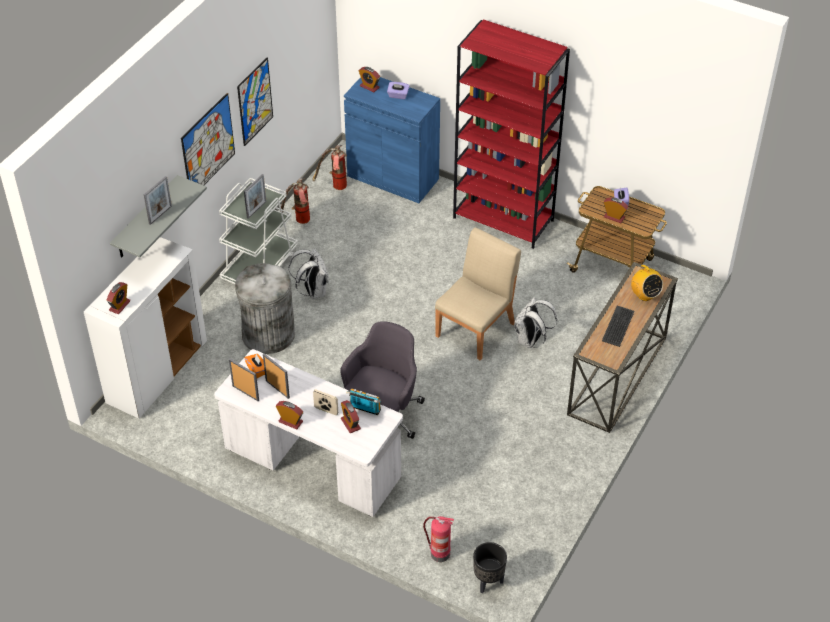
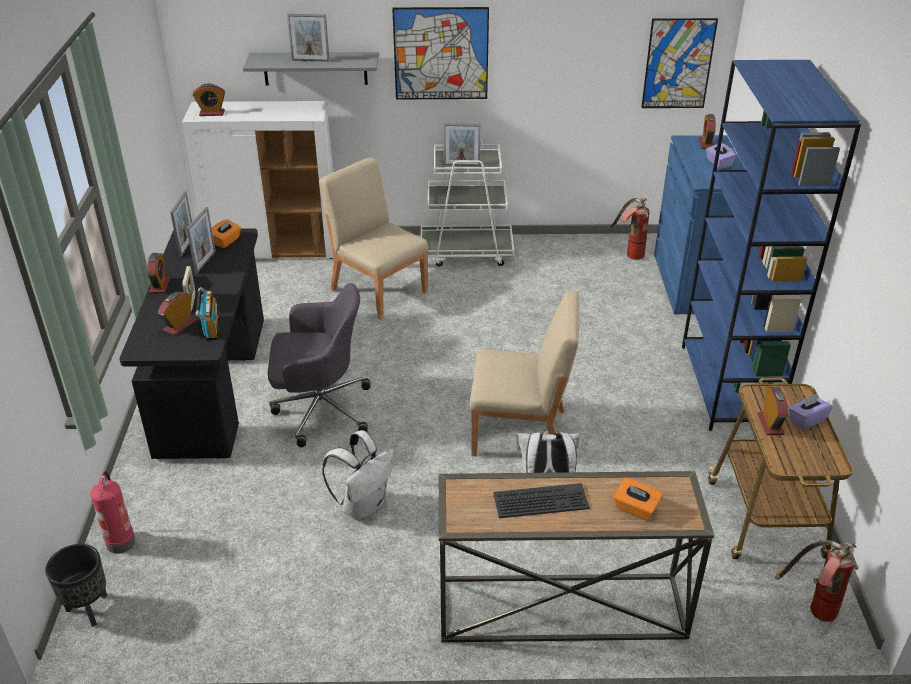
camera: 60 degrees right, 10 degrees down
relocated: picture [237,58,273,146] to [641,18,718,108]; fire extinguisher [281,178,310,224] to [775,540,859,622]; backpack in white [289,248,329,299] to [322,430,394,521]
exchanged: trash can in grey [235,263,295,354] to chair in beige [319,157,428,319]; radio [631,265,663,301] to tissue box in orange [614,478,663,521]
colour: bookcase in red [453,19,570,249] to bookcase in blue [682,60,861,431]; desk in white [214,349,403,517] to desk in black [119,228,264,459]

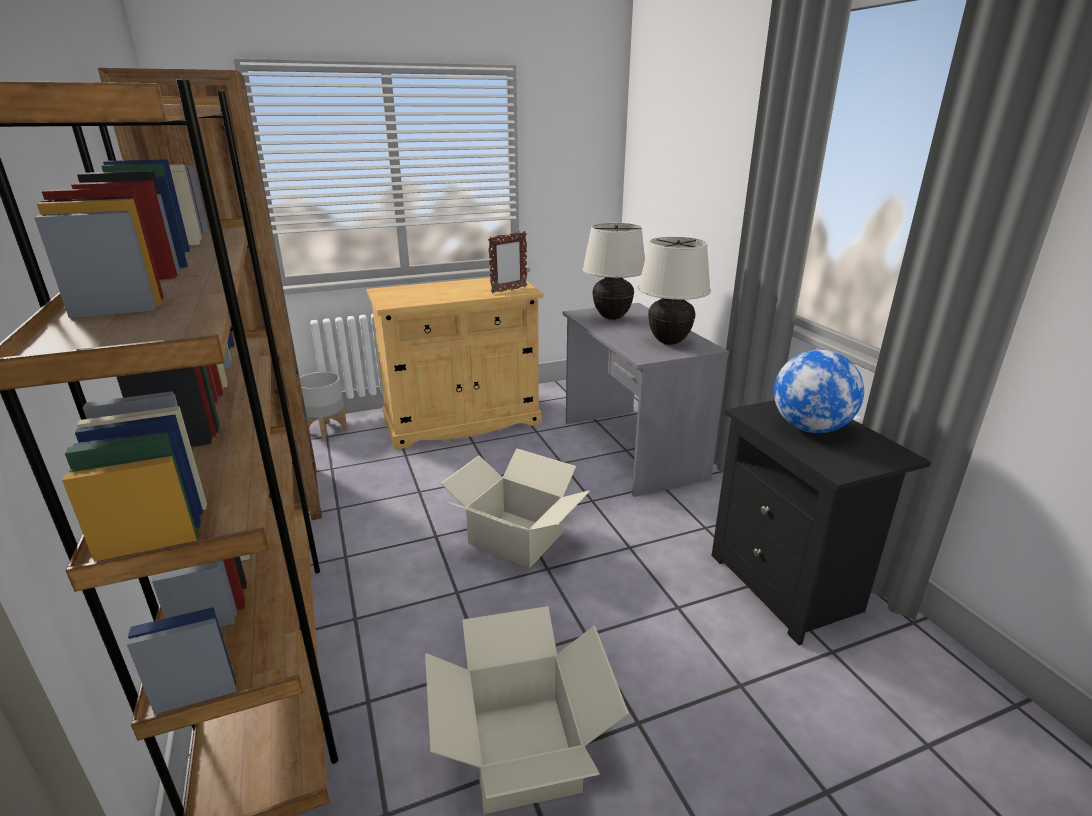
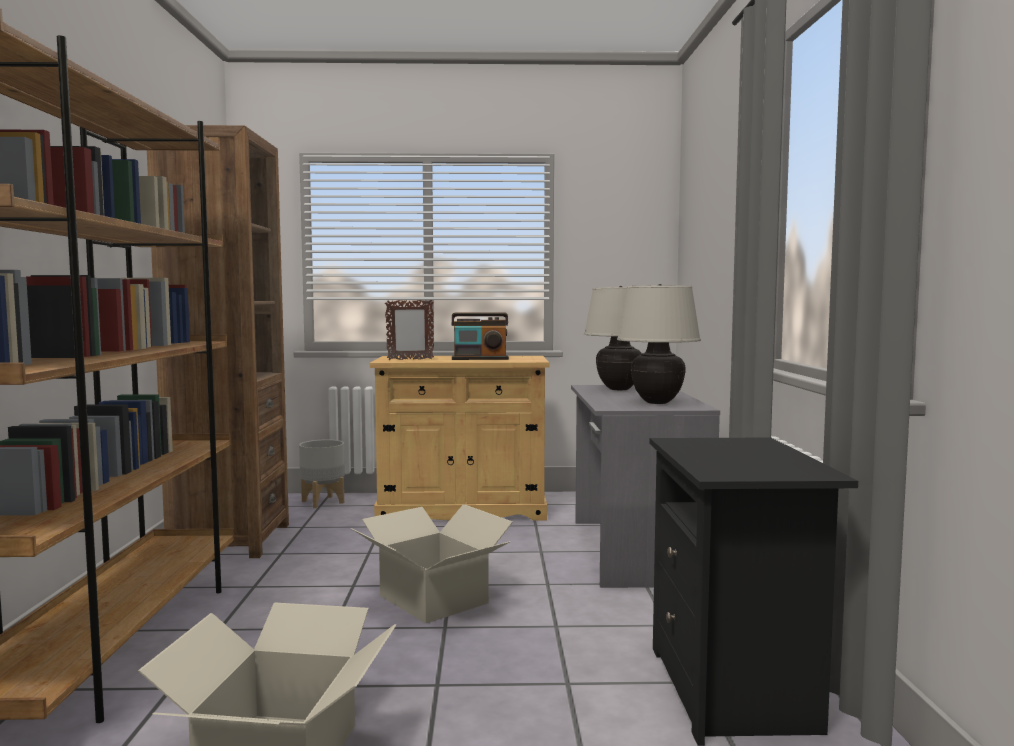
camera: 20 degrees right, 20 degrees down
missing: globe [774,350,864,433]
appeared: radio [452,312,509,360]
relocated: picture frame [488,231,527,294] to [385,300,434,360]

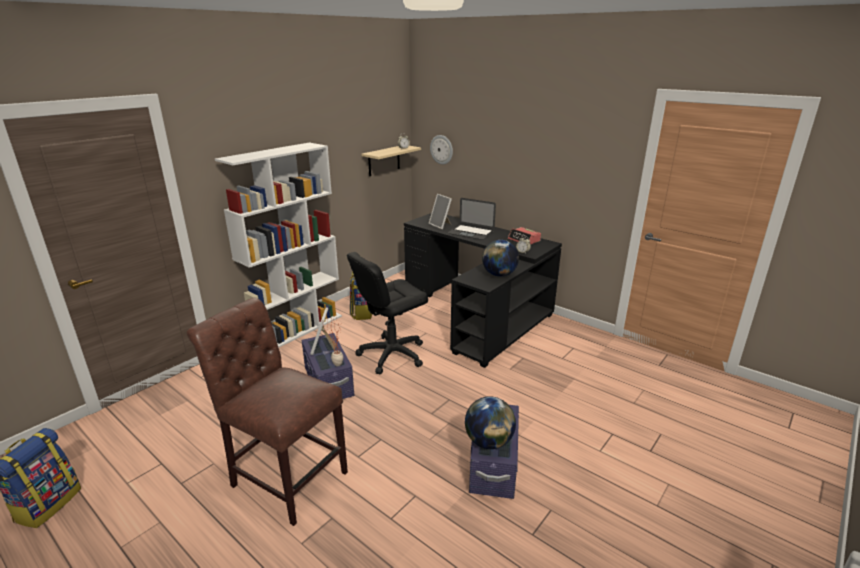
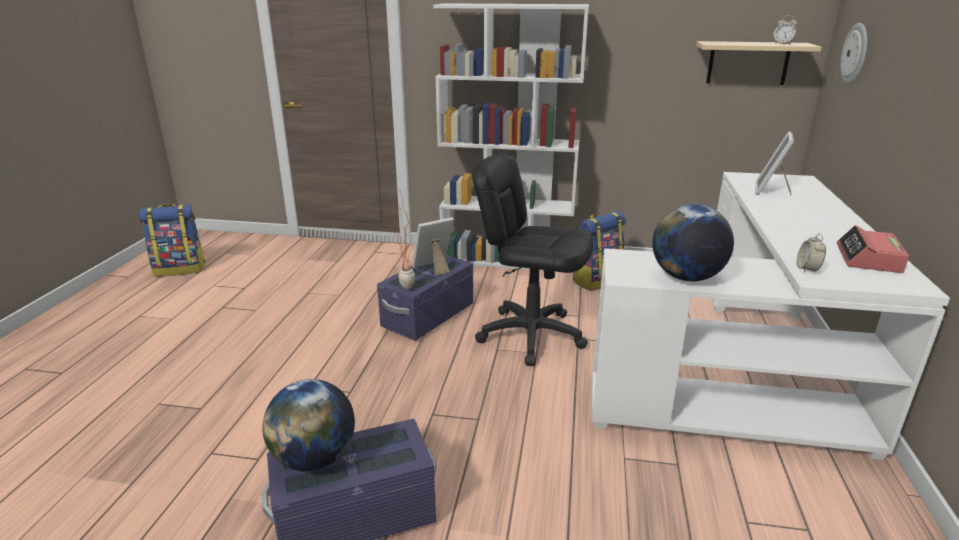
camera: 60 degrees right, 0 degrees up
missing: laptop [448,198,496,240]; chair in brown [187,298,348,526]
colour: desk in black [404,213,562,368] to desk in white [592,172,950,460]

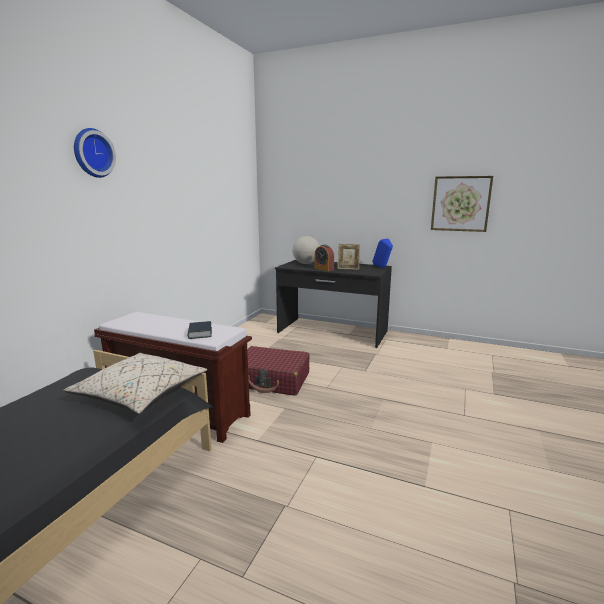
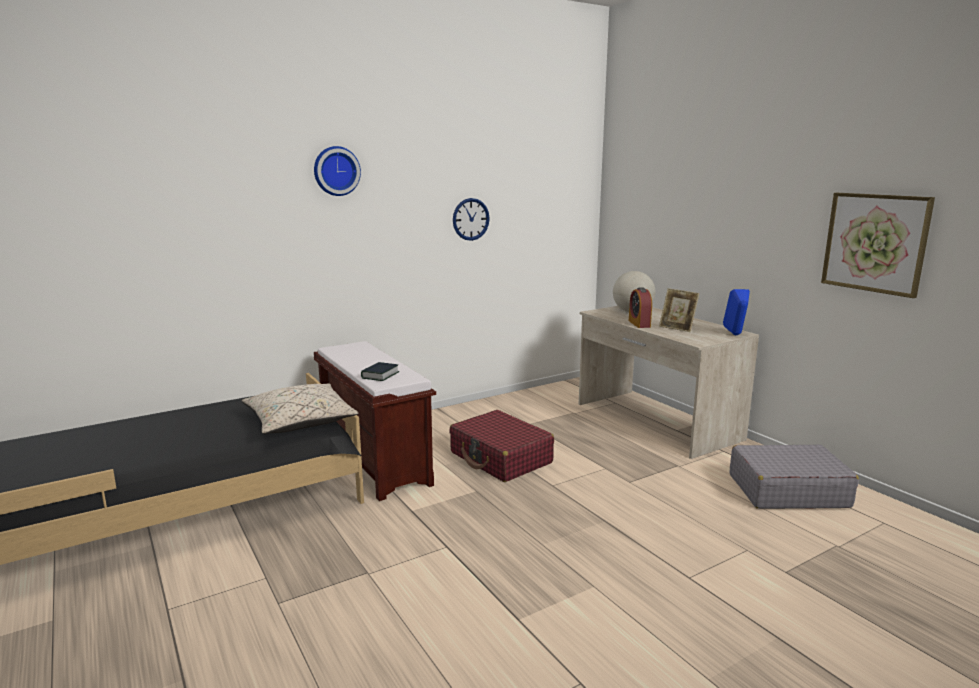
camera: 35 degrees right, 0 degrees up
appeared: wall clock [453,198,490,241]; suitcase in grey [730,444,859,509]
colour: desk in black [275,260,392,348] to desk in beige [579,306,759,459]

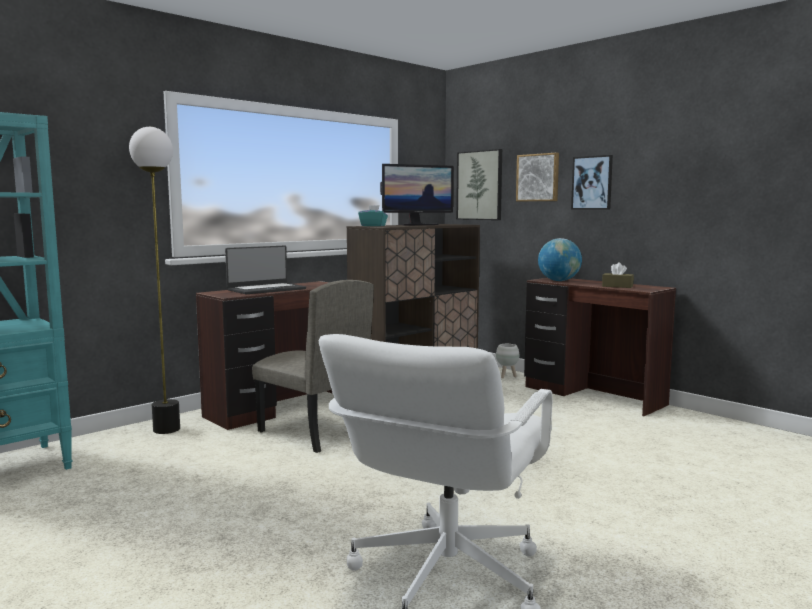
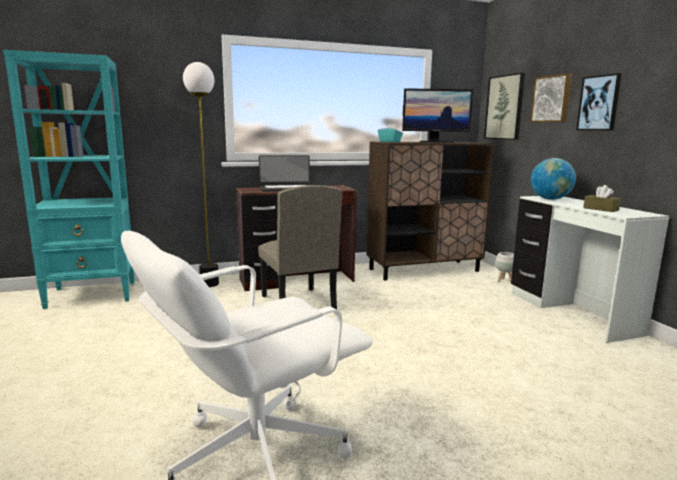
camera: 25 degrees right, 5 degrees up
colour: desk in brown [524,278,676,417] to desk in white [511,196,670,343]

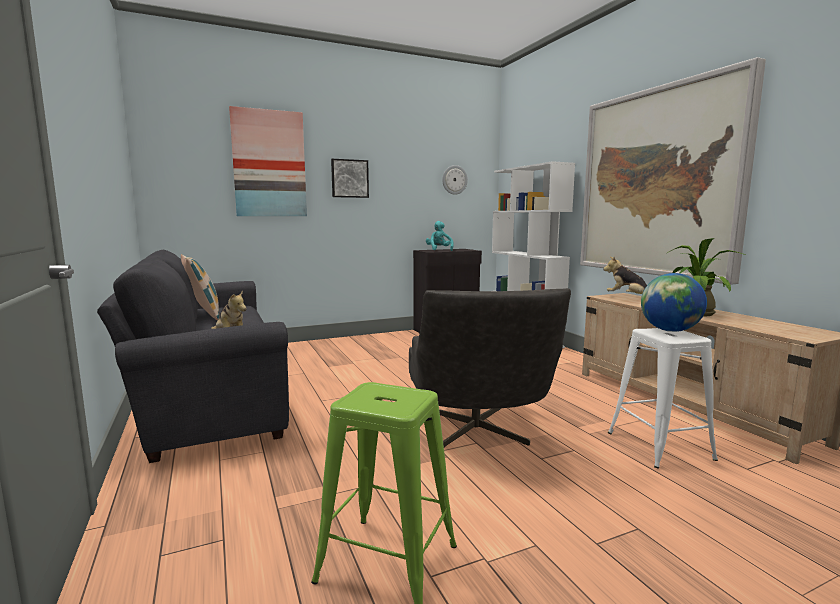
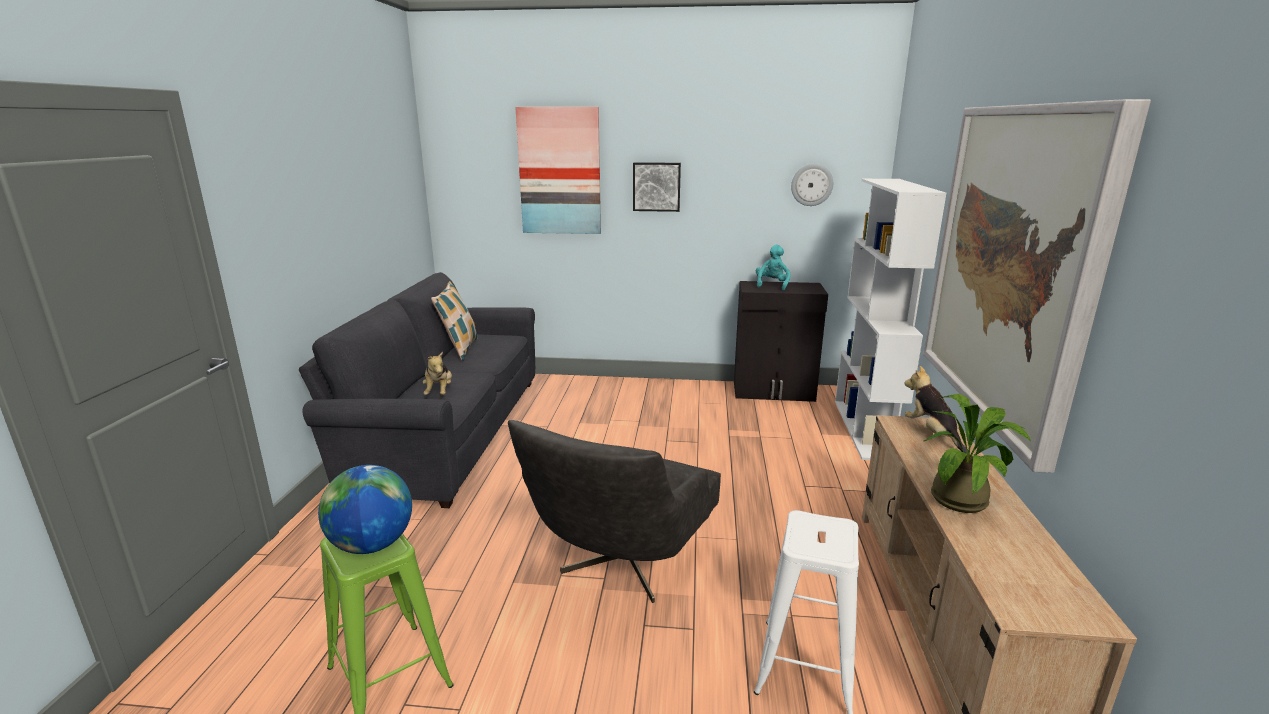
camera: 30 degrees right, 10 degrees up
relocated: globe [641,273,707,332] to [318,465,412,554]

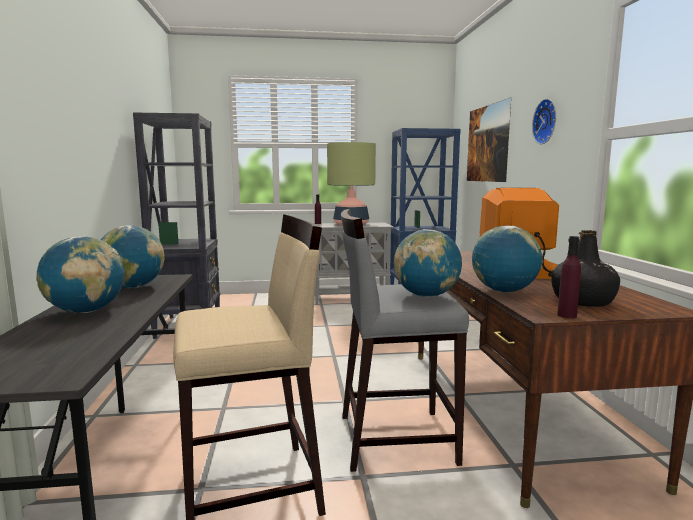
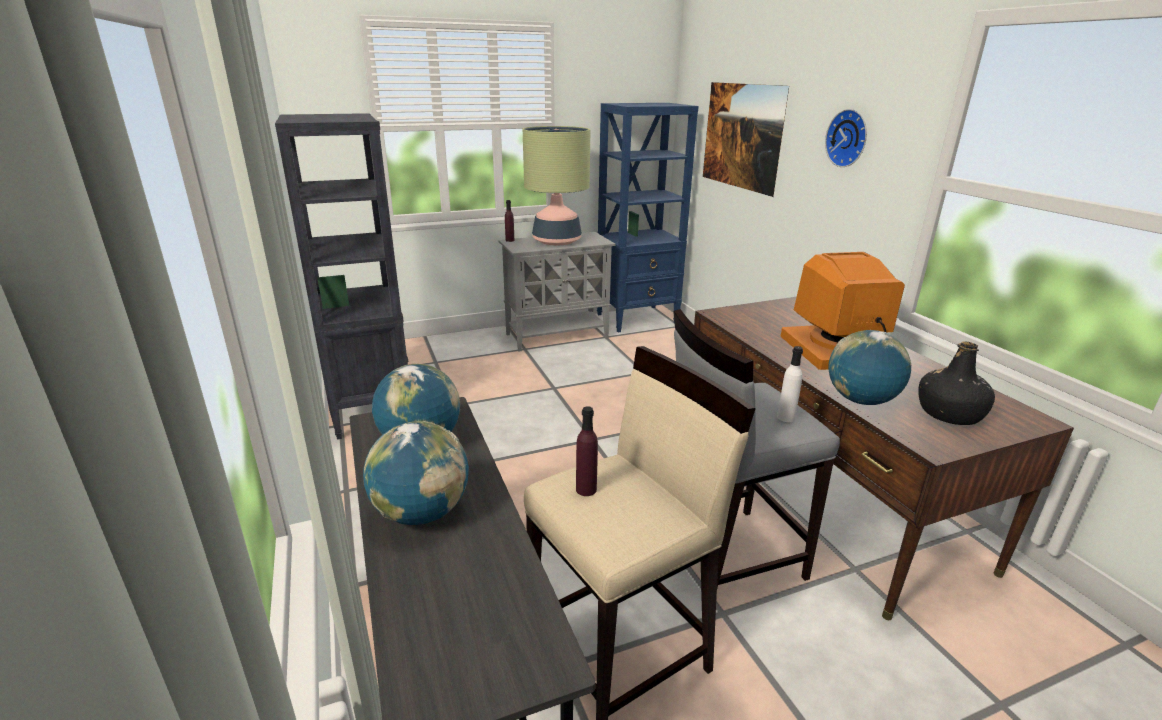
camera: 15 degrees left, 15 degrees up
relocated: bottle in purple [557,236,581,318] to [576,406,598,496]
exchanged: globe [394,229,462,297] to bottle in white [777,346,803,422]

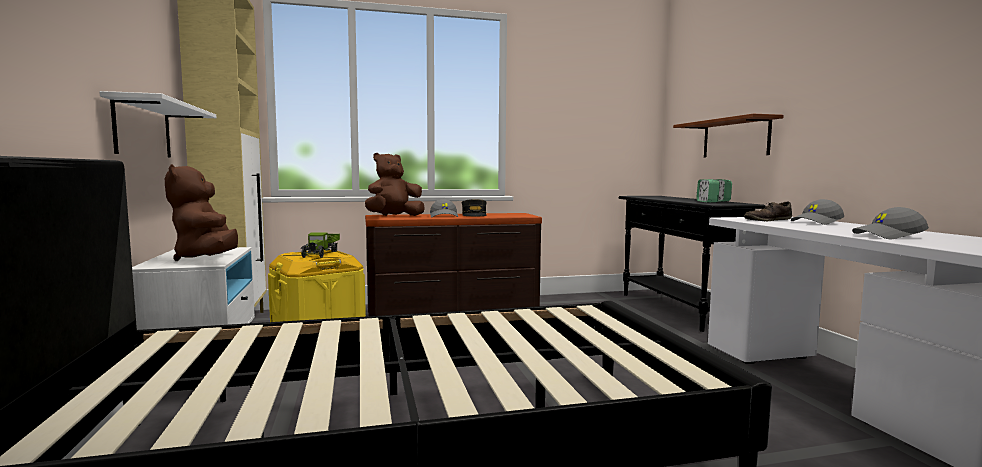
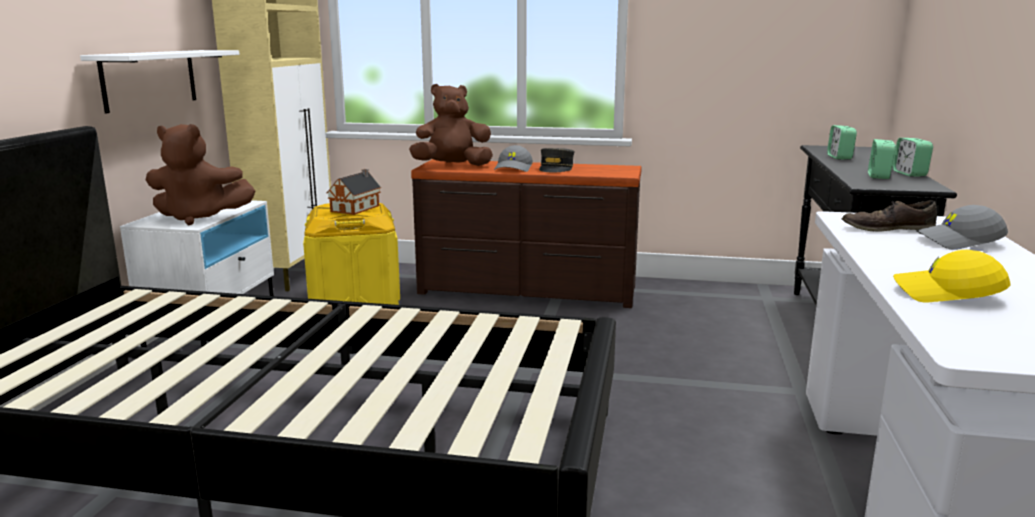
camera: 25 degrees right, 10 degrees up
missing: shelf in brown [673,114,784,157]
appeared: alarm clock [827,125,857,160]
exchanged: toy truck [301,232,340,258] to toy house [326,169,381,215]
colour: cap in grey [852,207,929,239] to cap in yellow [893,250,1011,303]
spun: plush toy in brown [165,164,238,261] = [146,124,255,225] 90 degrees counterclockwise

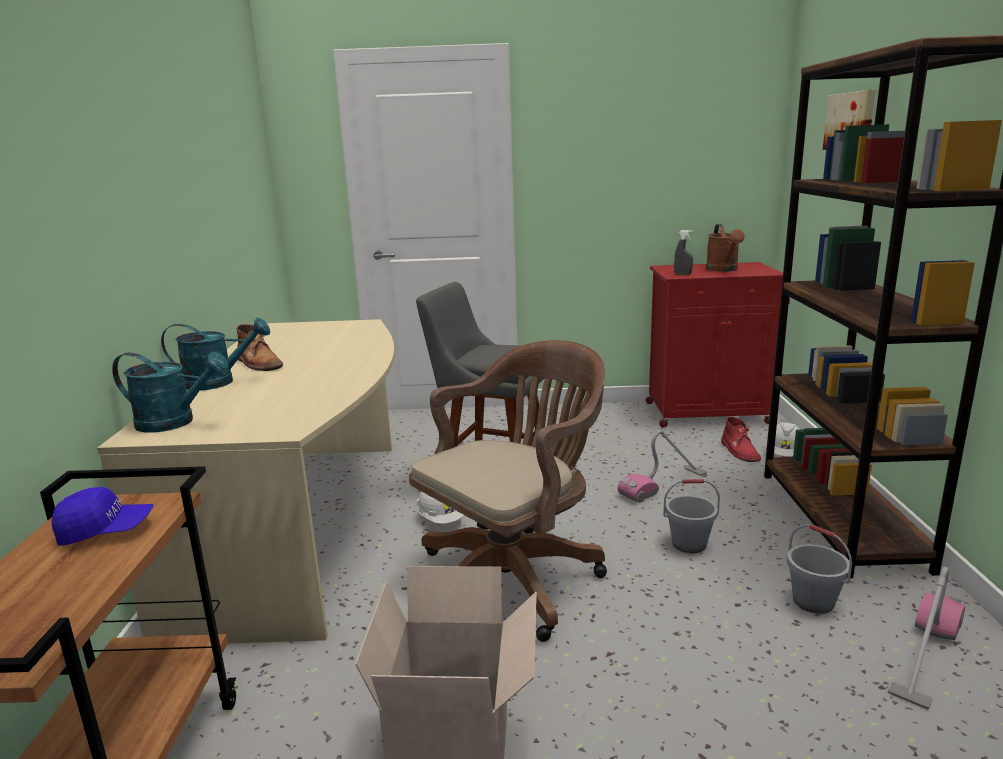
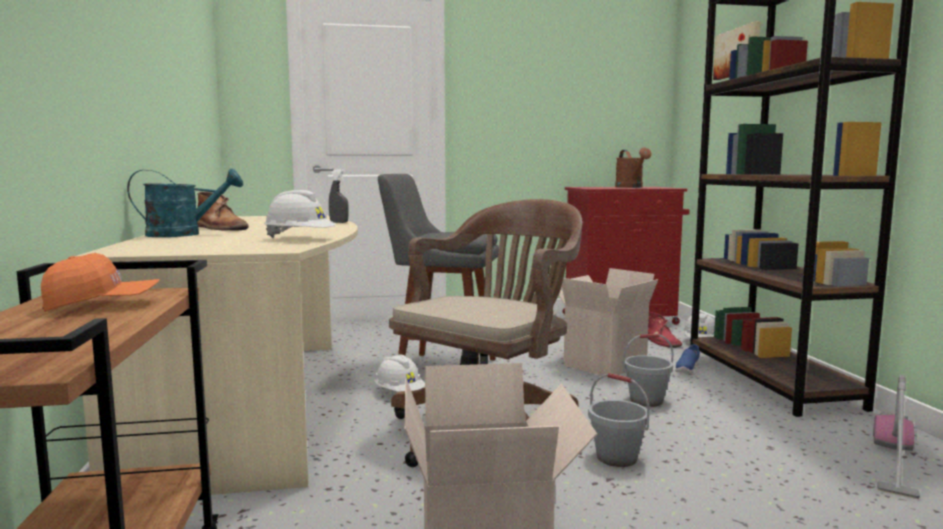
camera: 10 degrees left, 10 degrees down
missing: watering can in turquoise [112,352,229,433]
appeared: hard hat in white [264,190,336,238]; shoe in blue [675,344,700,373]
relocated: spray bottle in grey [674,230,693,275] to [329,169,349,223]; bucket in grey [787,524,852,614] to [588,373,650,467]
exchanged: vacuum cleaner [618,430,707,503] to cardboard box [559,268,658,378]
colour: cap in blue [51,487,153,545] to cap in orange [41,253,160,312]

